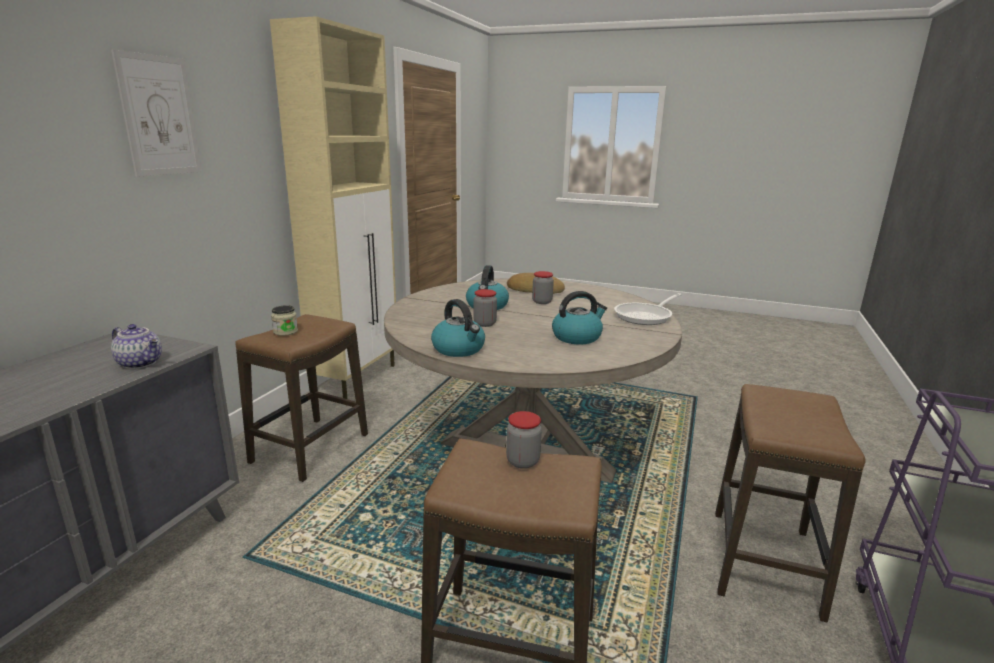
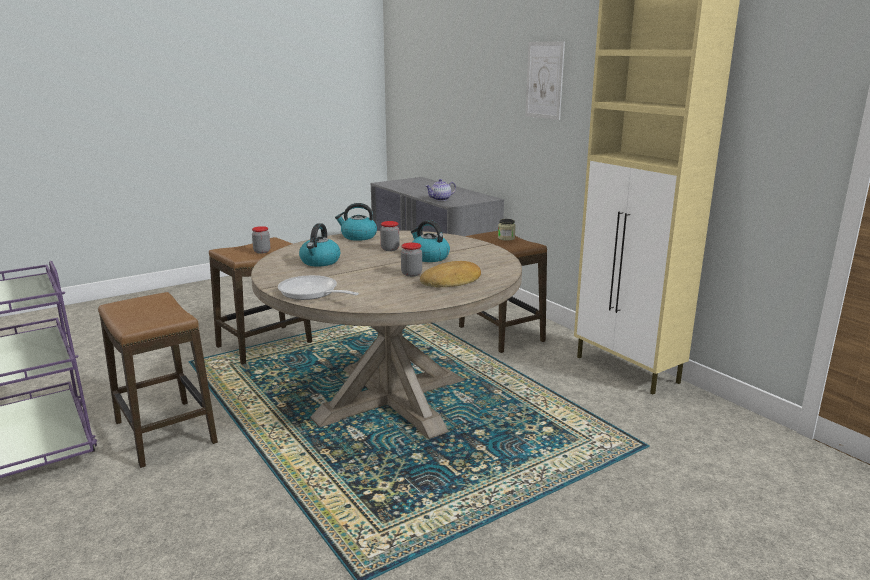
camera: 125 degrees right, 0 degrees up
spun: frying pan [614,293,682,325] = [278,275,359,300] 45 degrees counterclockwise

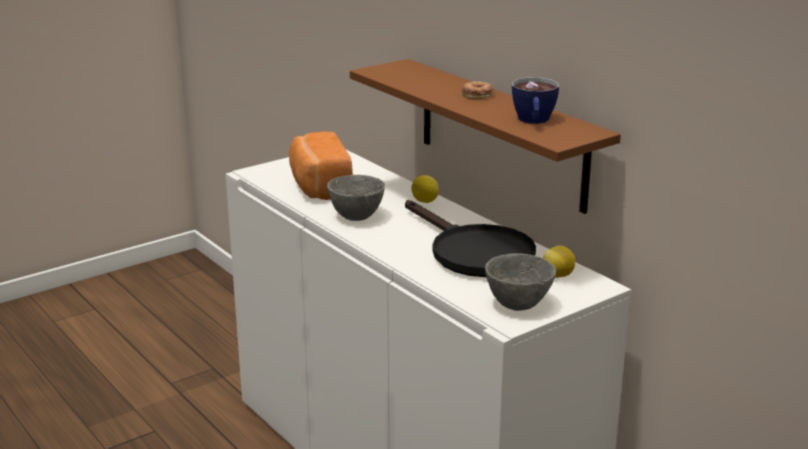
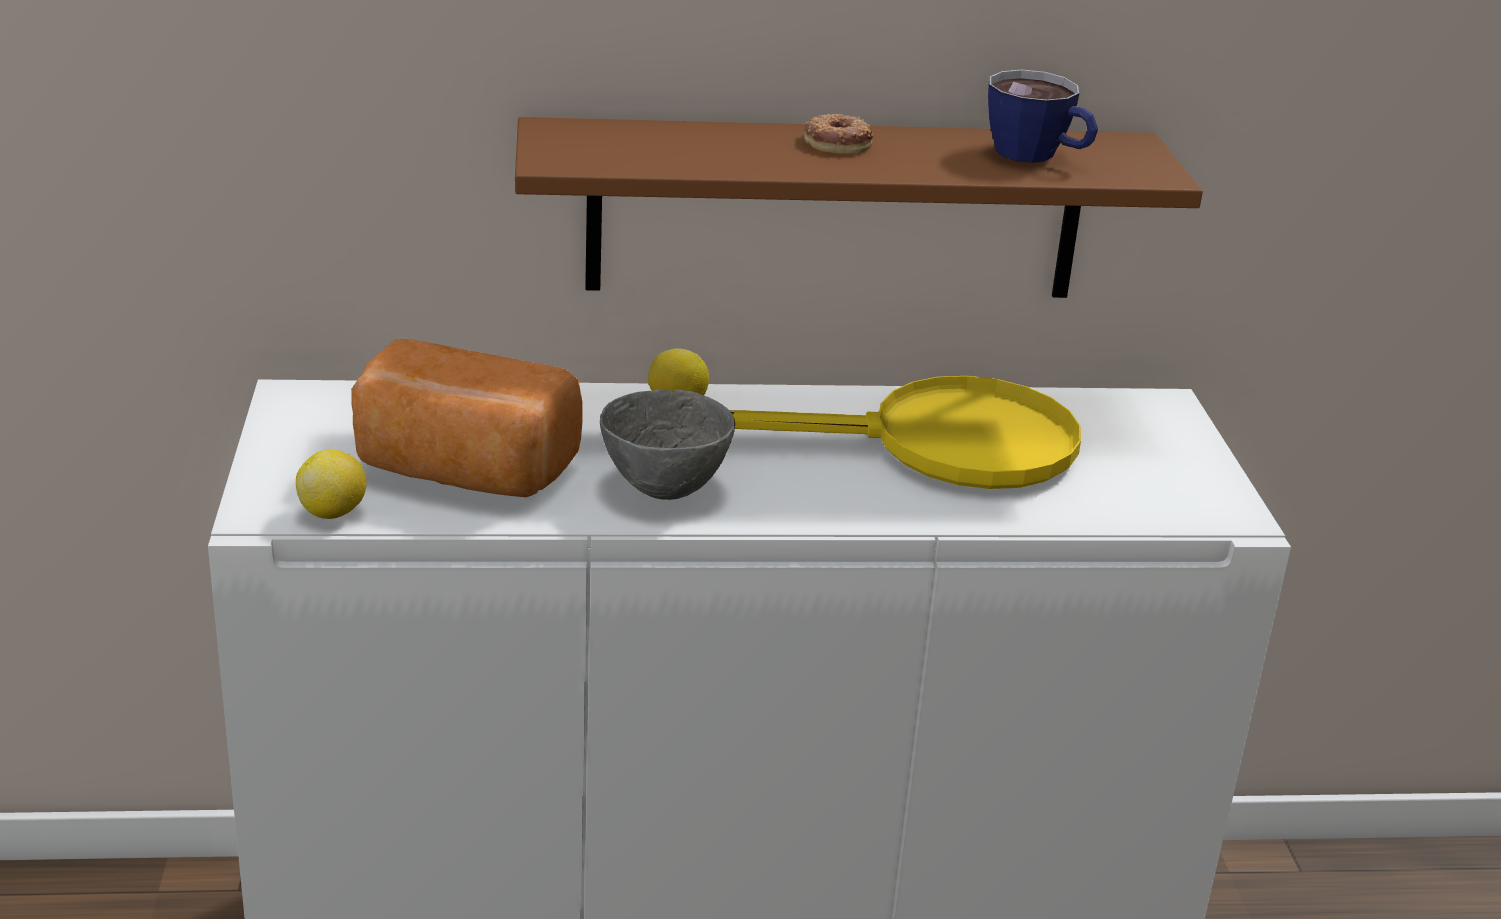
camera: 60 degrees left, 5 degrees up
missing: bowl in grey [485,253,556,311]
relocated: lemon [543,245,575,278] to [296,450,367,519]
colour: frying pan in black [405,200,536,277] to frying pan in yellow [729,376,1081,489]

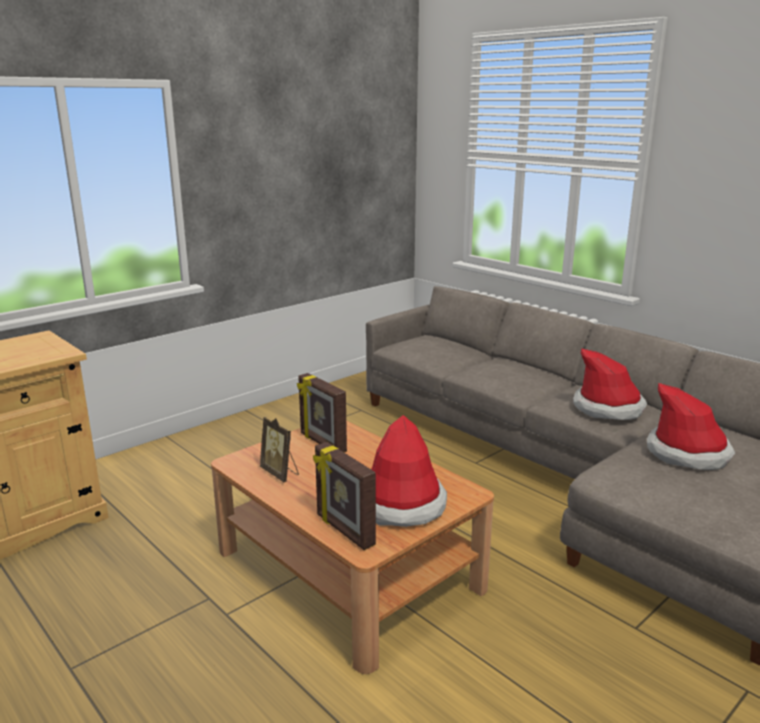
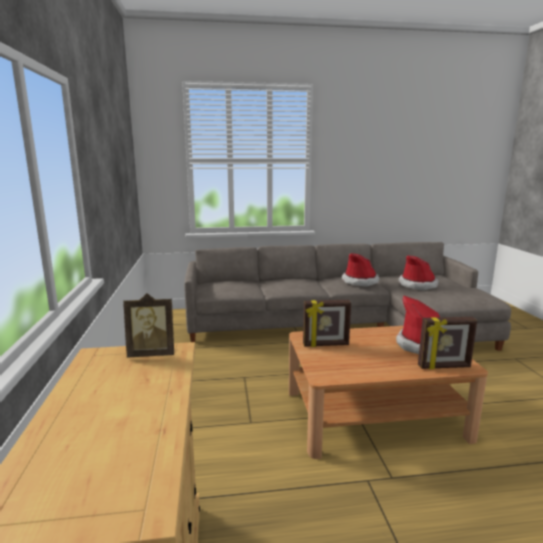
camera: 55 degrees left, 5 degrees down
relocated: picture frame [260,417,299,482] to [123,293,174,357]

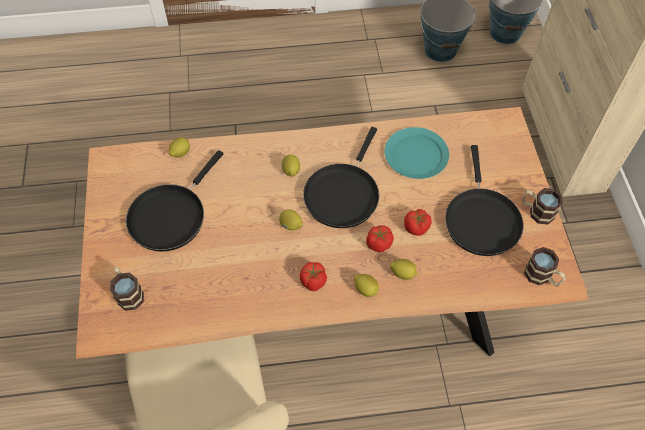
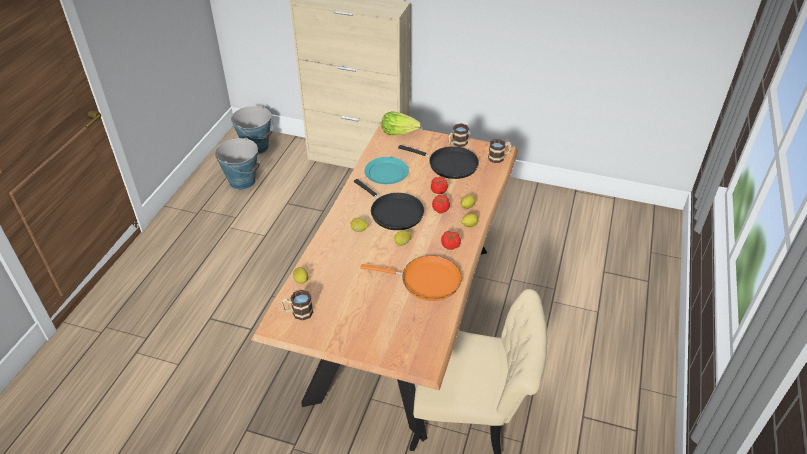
camera: 65 degrees left, 15 degrees down
missing: frying pan in black [126,150,223,252]
appeared: lettuce [382,111,422,135]; frying pan in orange [361,256,462,301]
relocated: mug [110,266,144,311] to [281,290,313,321]

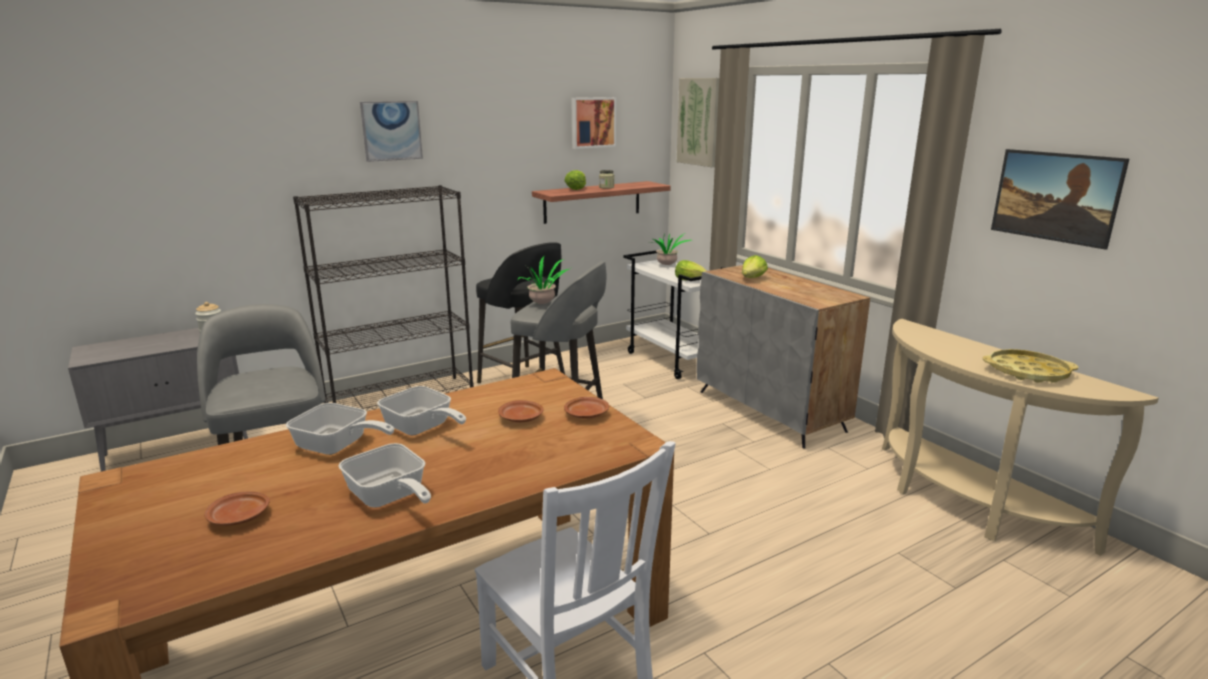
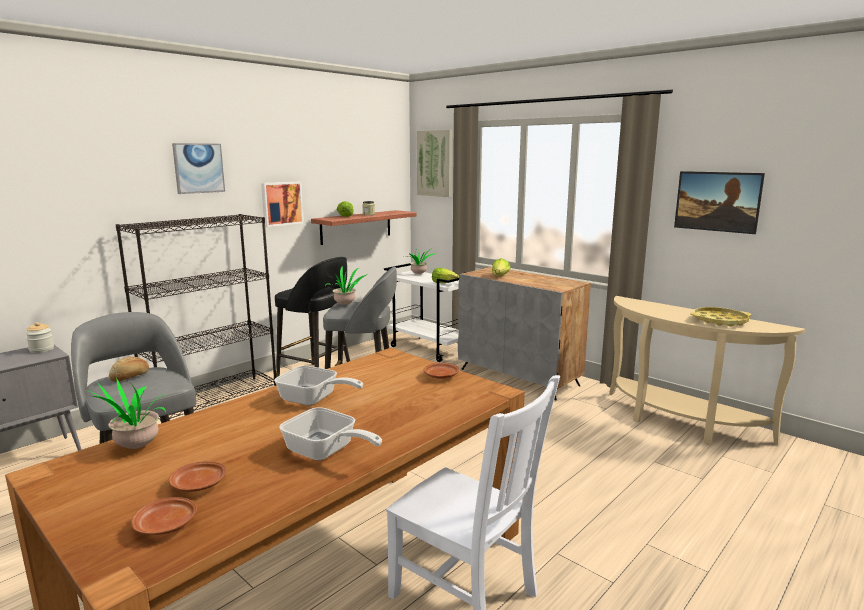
camera: 15 degrees left, 5 degrees down
missing: frying pan [286,403,394,455]
appeared: bread [109,357,149,382]; potted plant [75,378,166,449]
relocated: picture [571,97,617,149] to [261,182,304,227]; plate in brown [498,400,544,422] to [131,497,197,535]

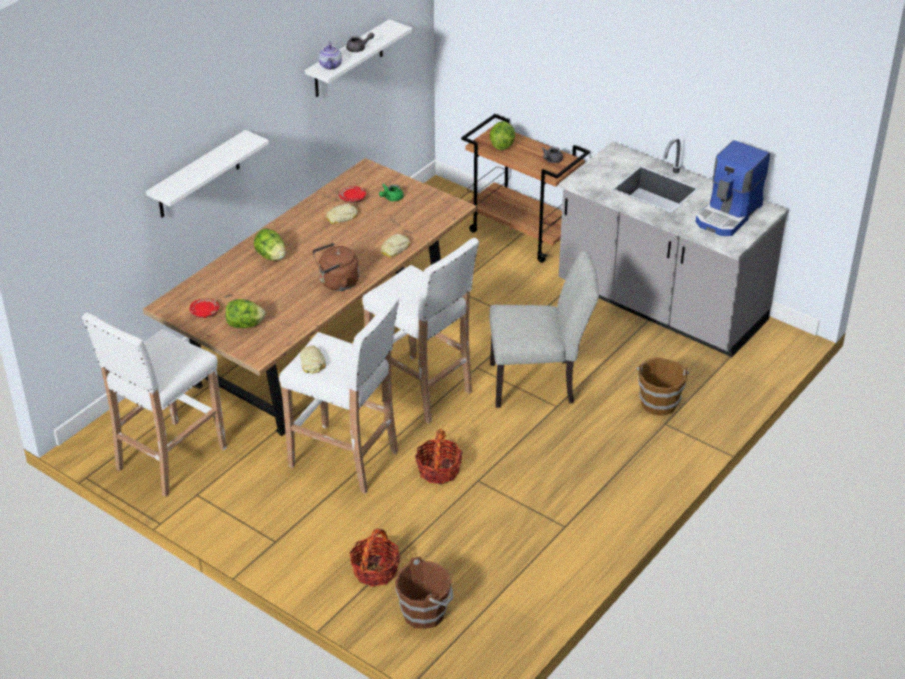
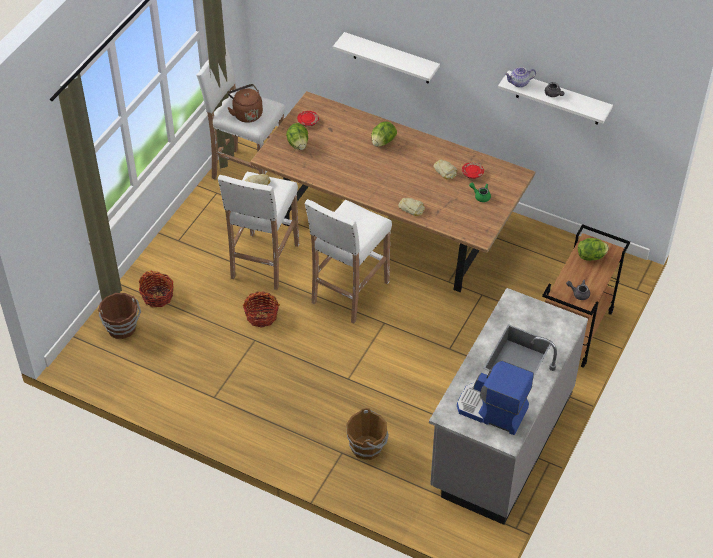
camera: 80 degrees right, 10 degrees up
missing: chair in grey [490,251,599,408]
relocated: kettle in brown [313,243,359,291] to [228,84,263,123]

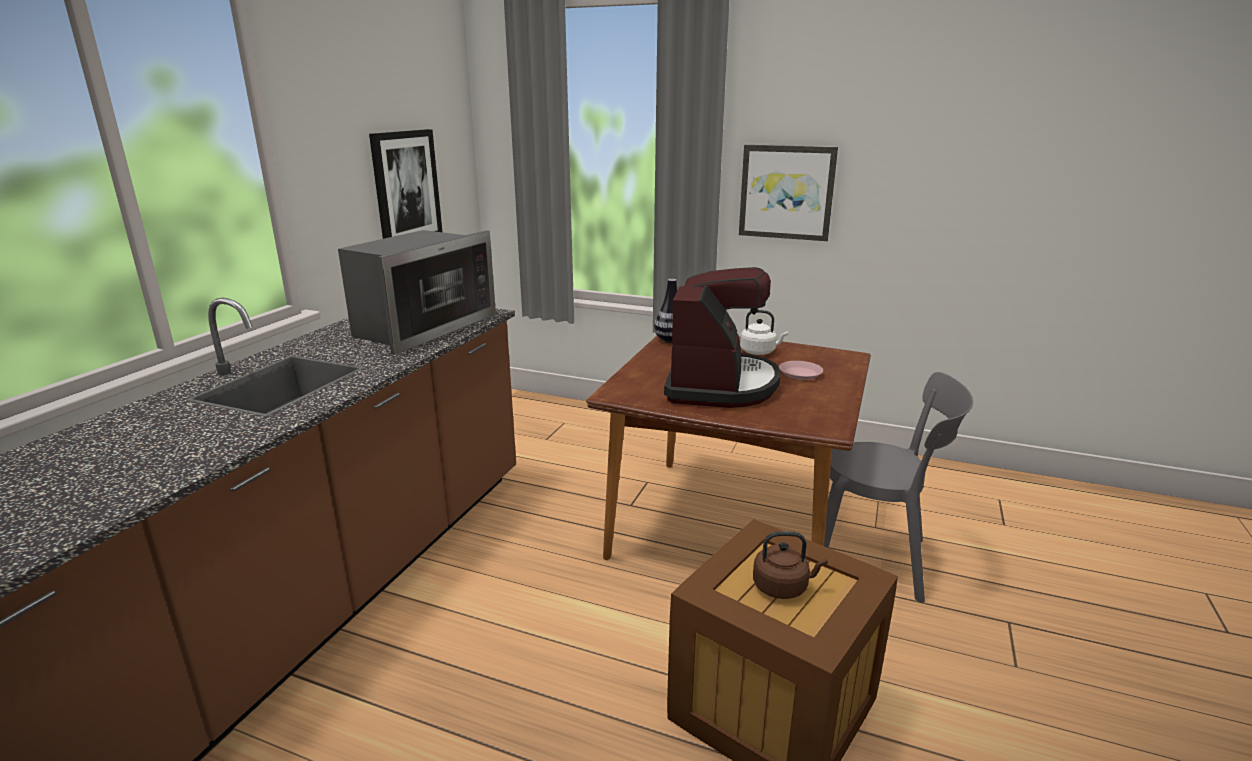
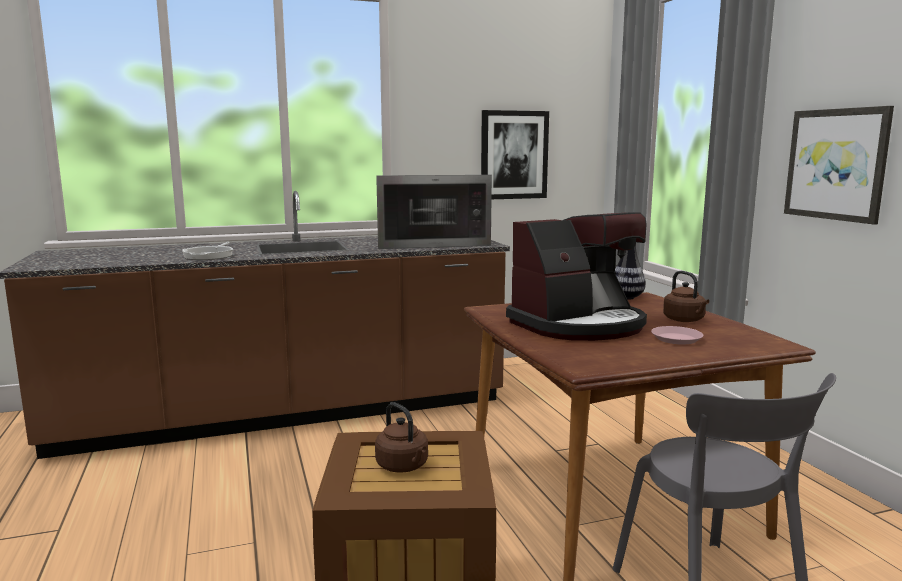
camera: 50 degrees right, 10 degrees down
appeared: frying pan [183,242,233,260]
colour: kettle in white [740,310,788,355] to kettle in brown [663,271,709,322]

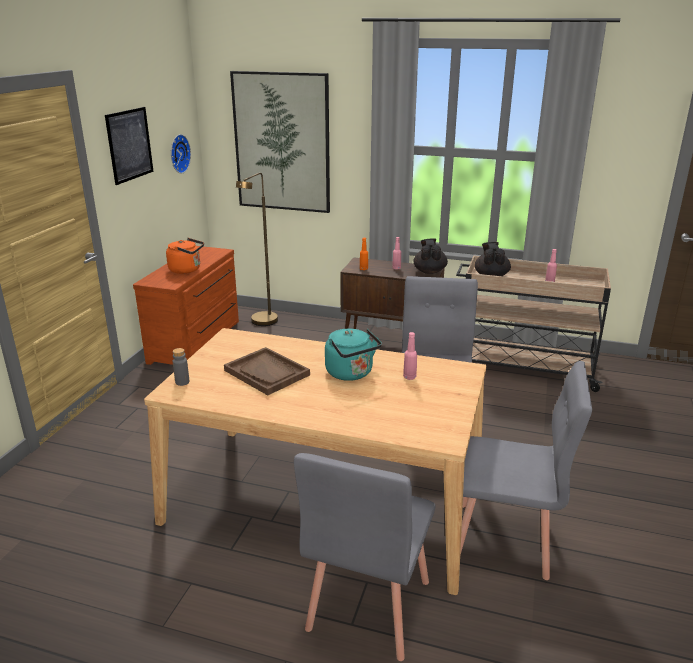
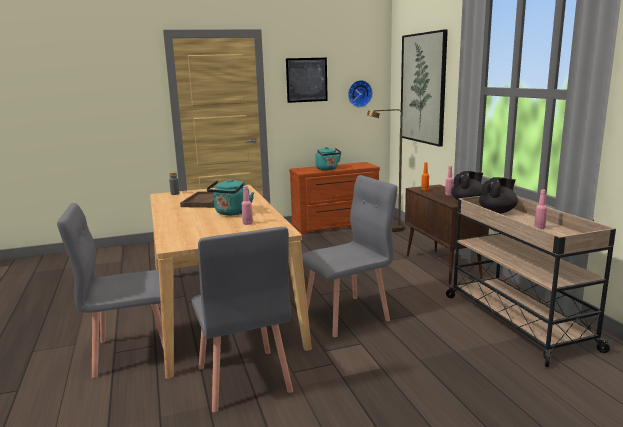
camera: 55 degrees right, 10 degrees down
colour: kettle in orange [166,238,204,274] to kettle in turquoise [315,147,341,170]

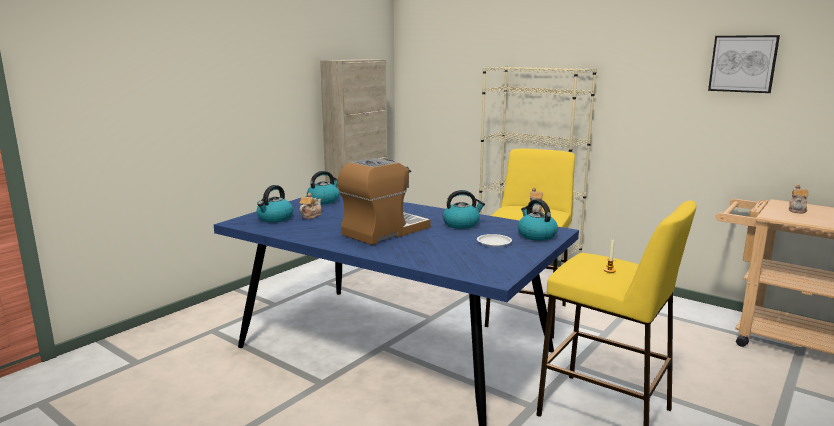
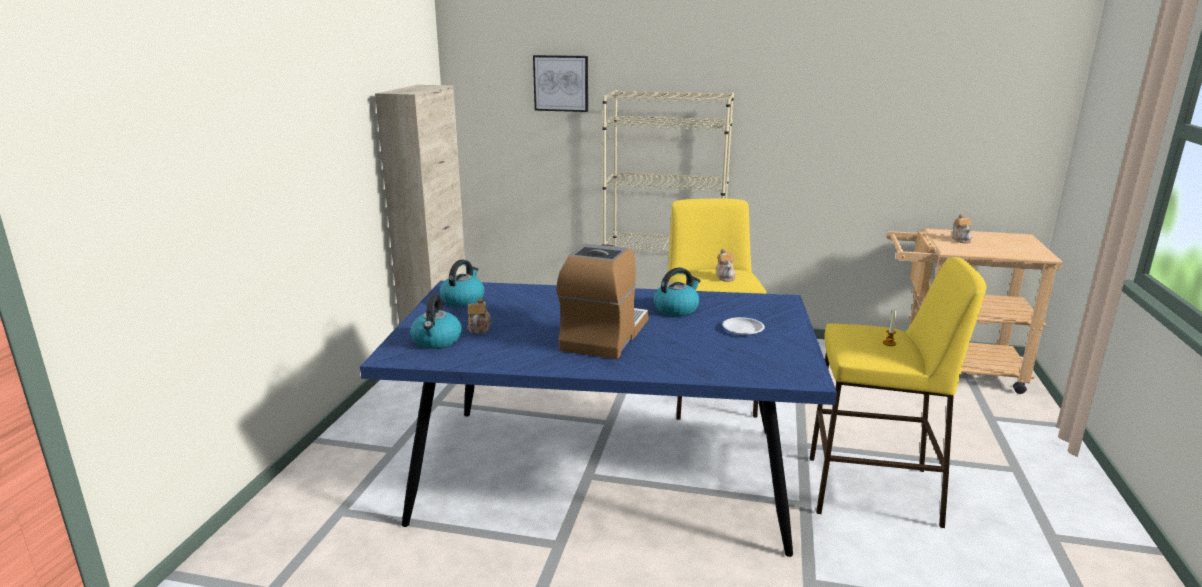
camera: 25 degrees left, 5 degrees up
missing: kettle [518,199,558,241]
relocated: picture [708,35,780,93] to [533,55,588,112]

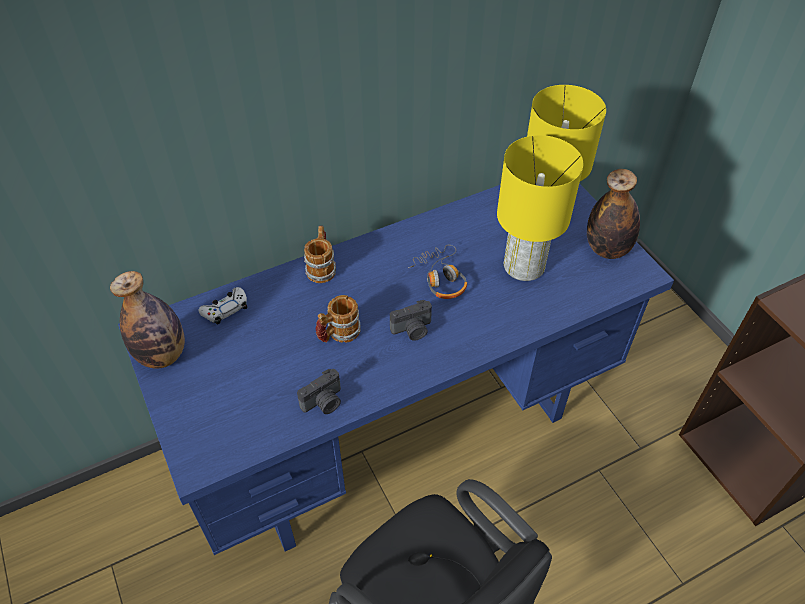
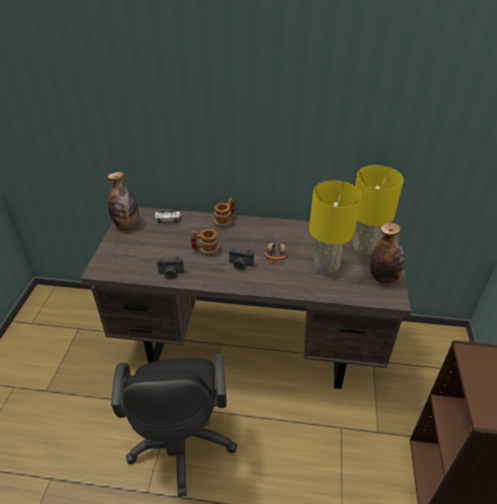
camera: 35 degrees right, 10 degrees down
colour: desk in blue [118,184,674,555] to desk in brown [80,207,411,389]

